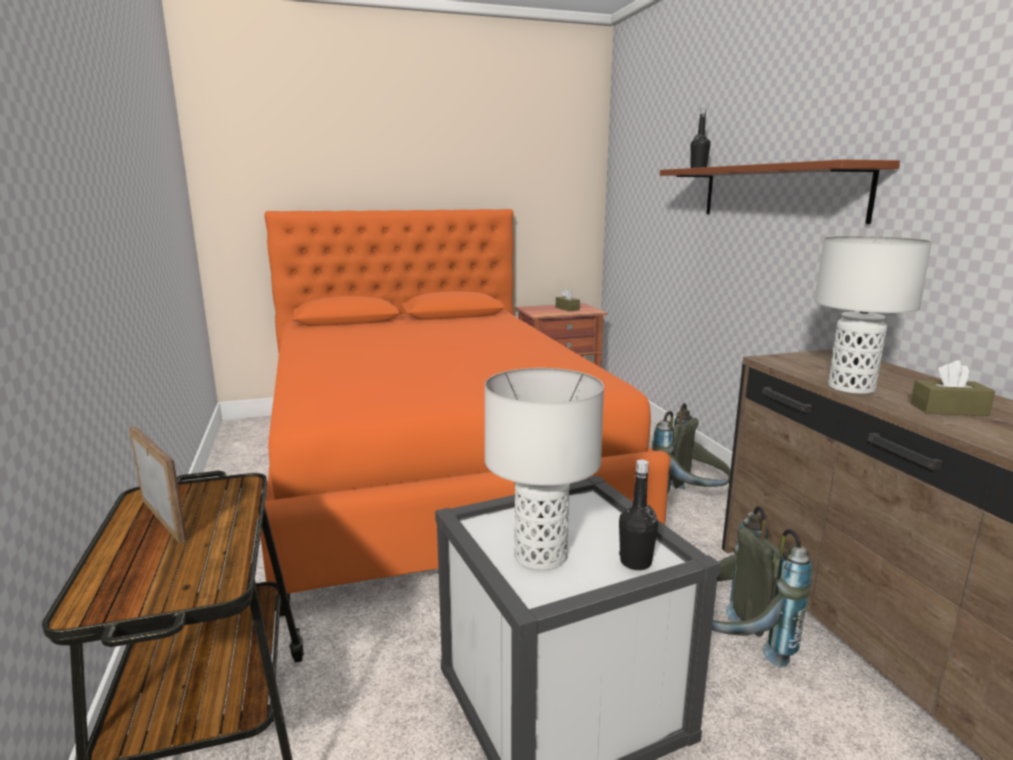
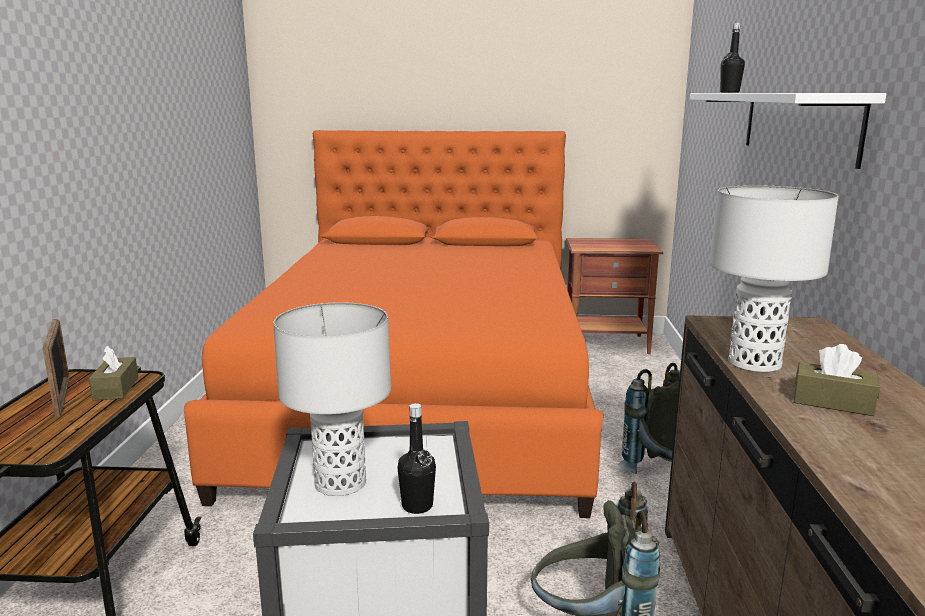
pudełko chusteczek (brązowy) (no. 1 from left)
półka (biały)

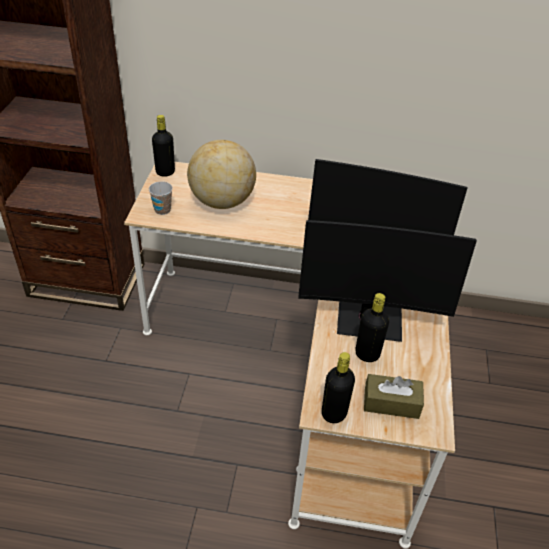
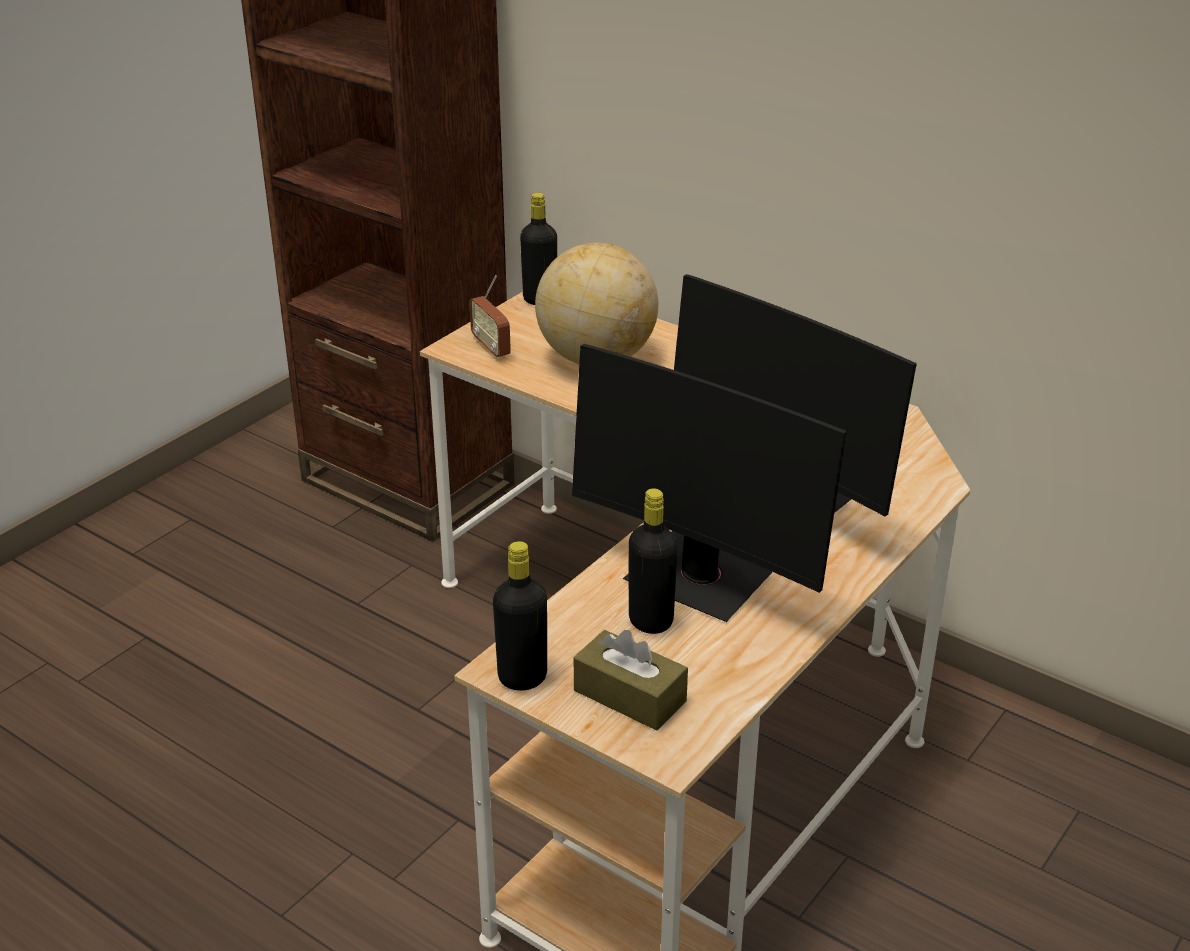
radio

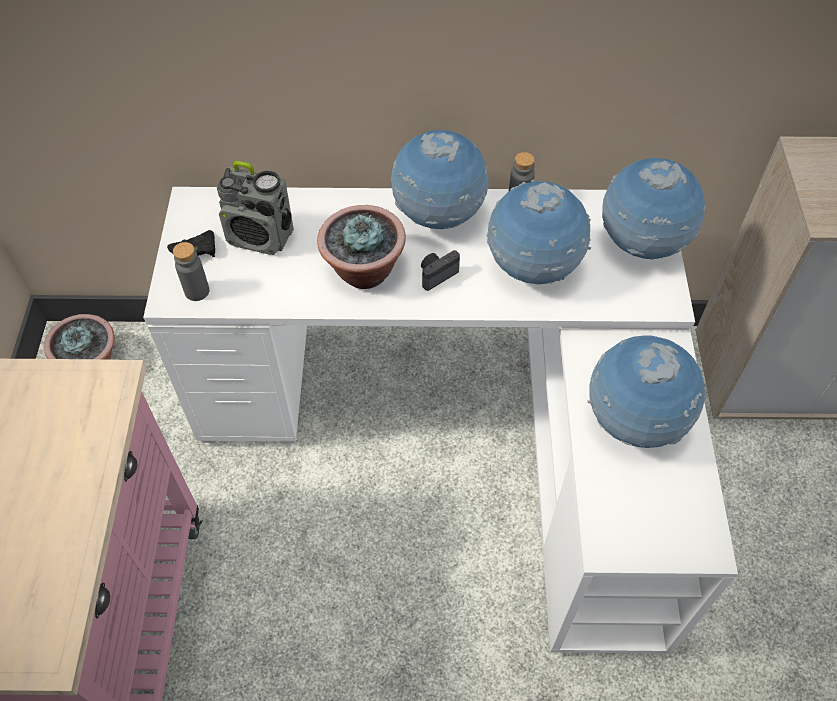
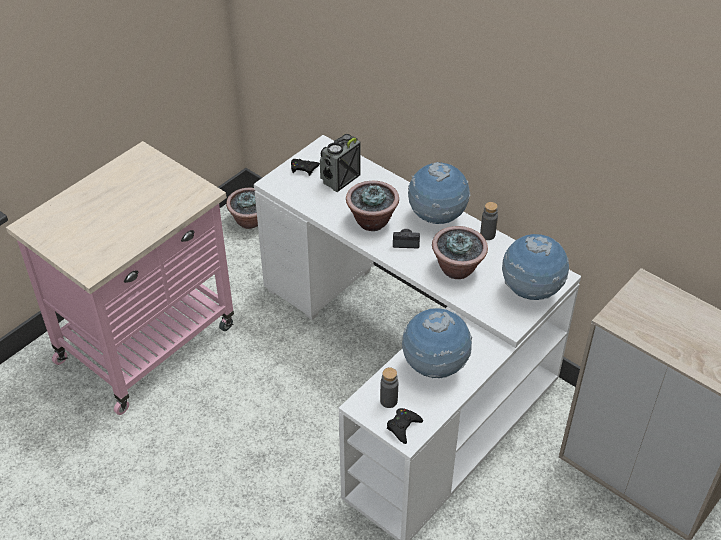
butelka (szary) (no. 1 from left)
radio
roślina doniczkowa (no. 3 from left)
pad do gier (czarny) (no. 2 from left)

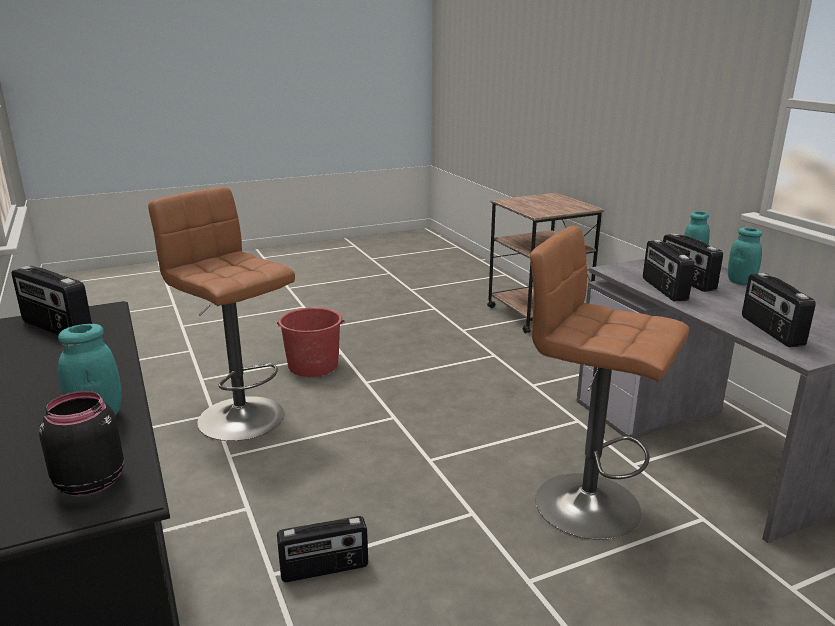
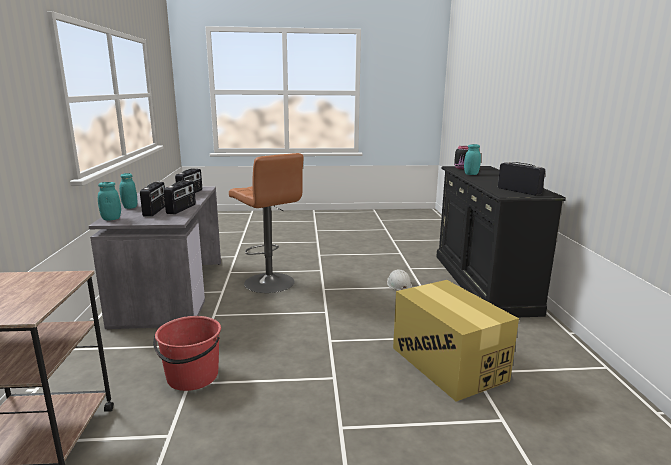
karton
wiadro (czerwony)
kask (biały)

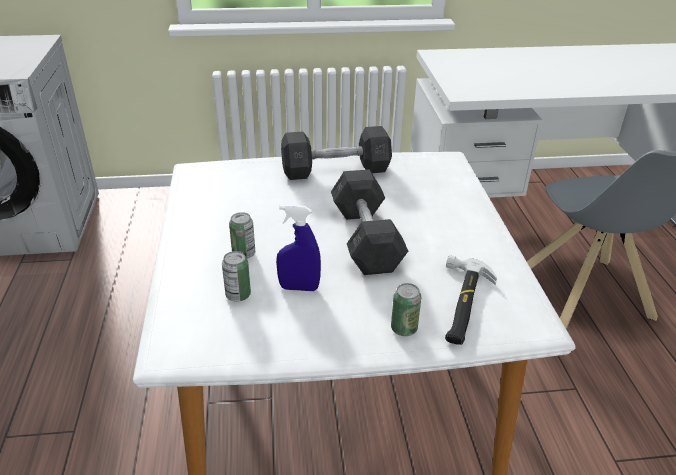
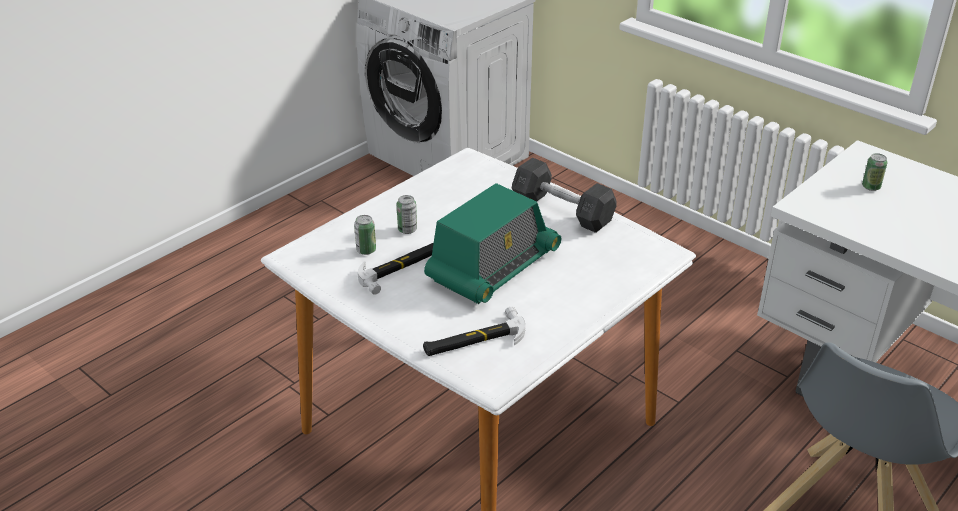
młotek (no. 1 from left)
radio
puszka (no. 3 from left)

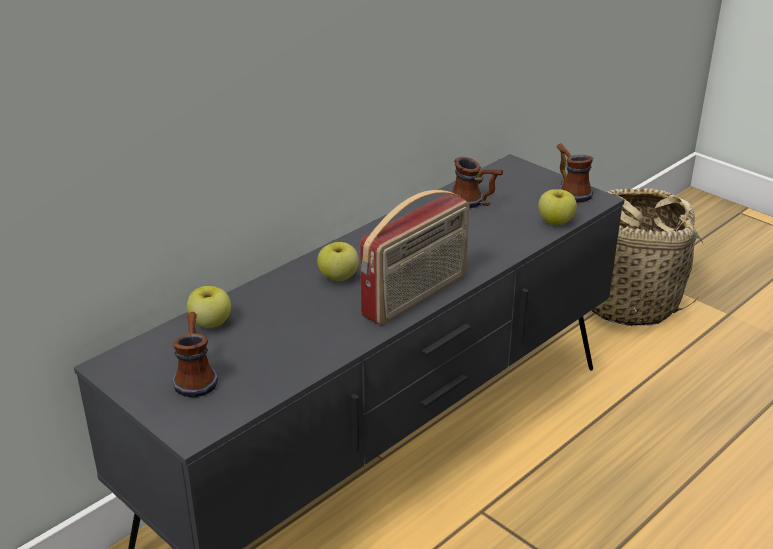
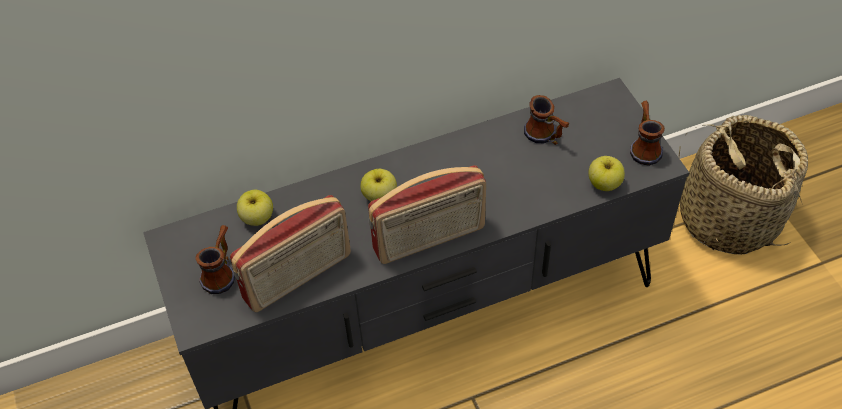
radio (no. 1 from left)

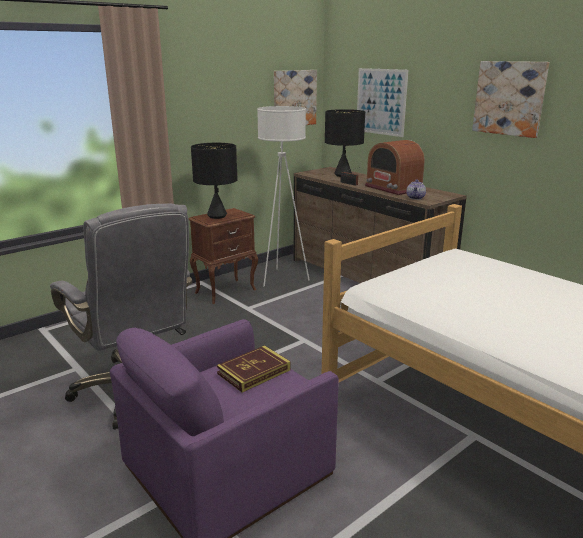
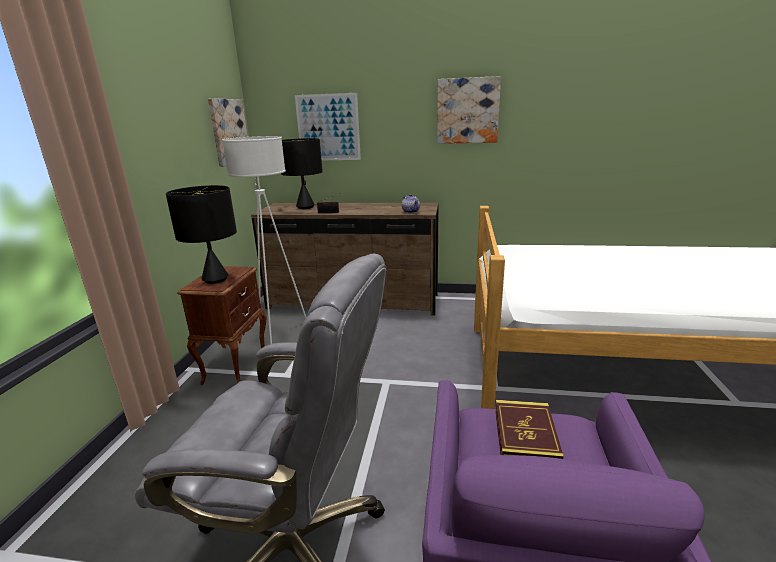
radio (no. 2 from left in the first image)

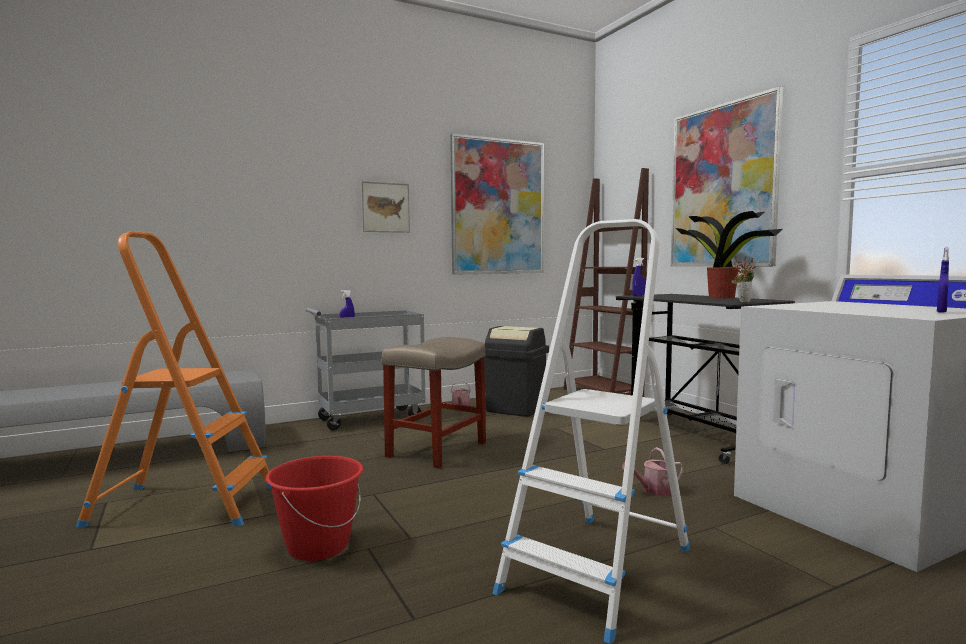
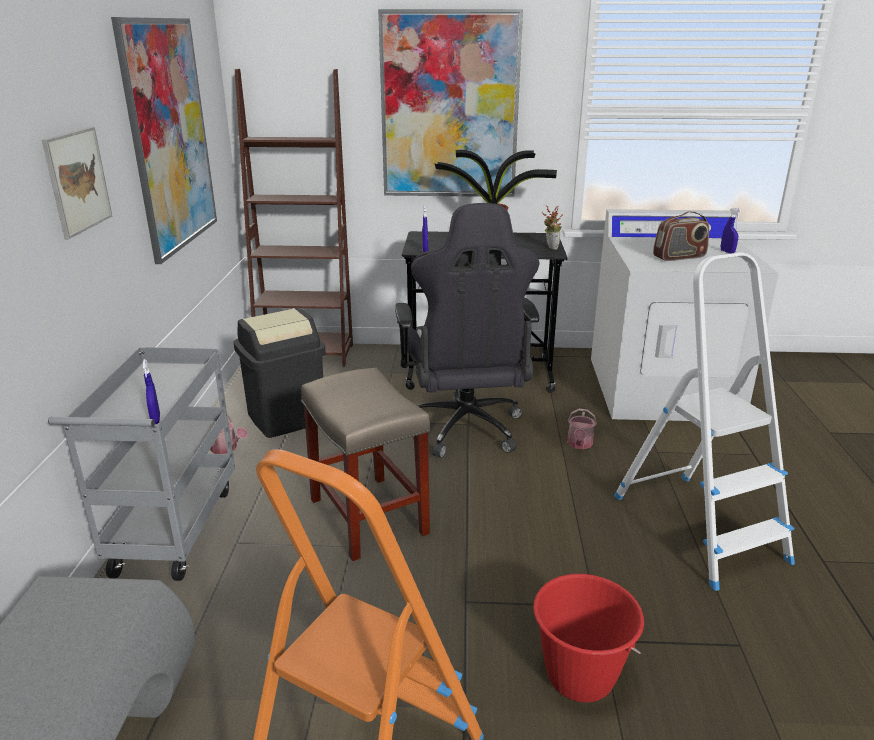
krzesło biurowe (czarny)
radio

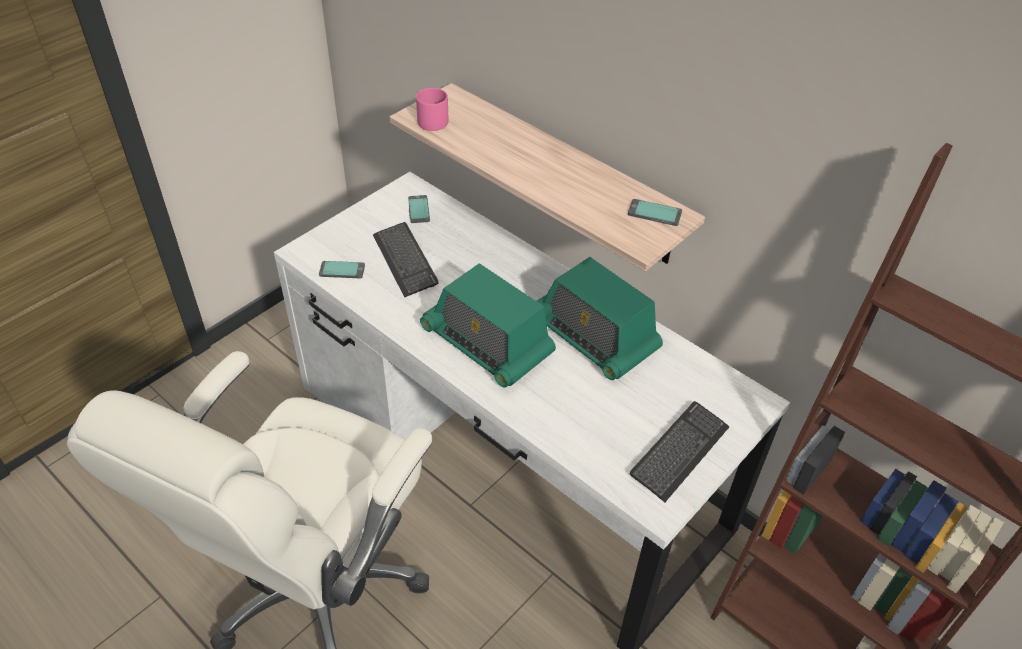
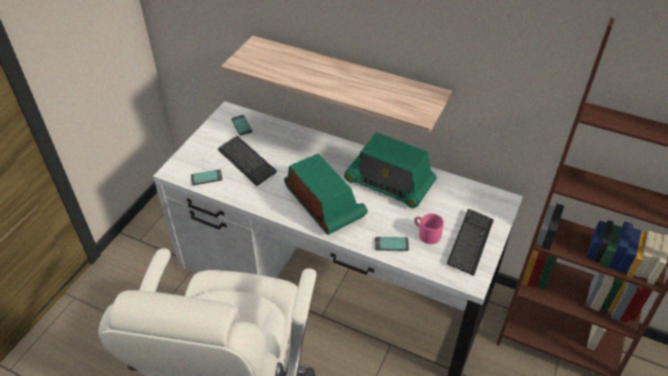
kubek (różowy)
radio (no. 1 from left)
telefon (no. 3 from left)

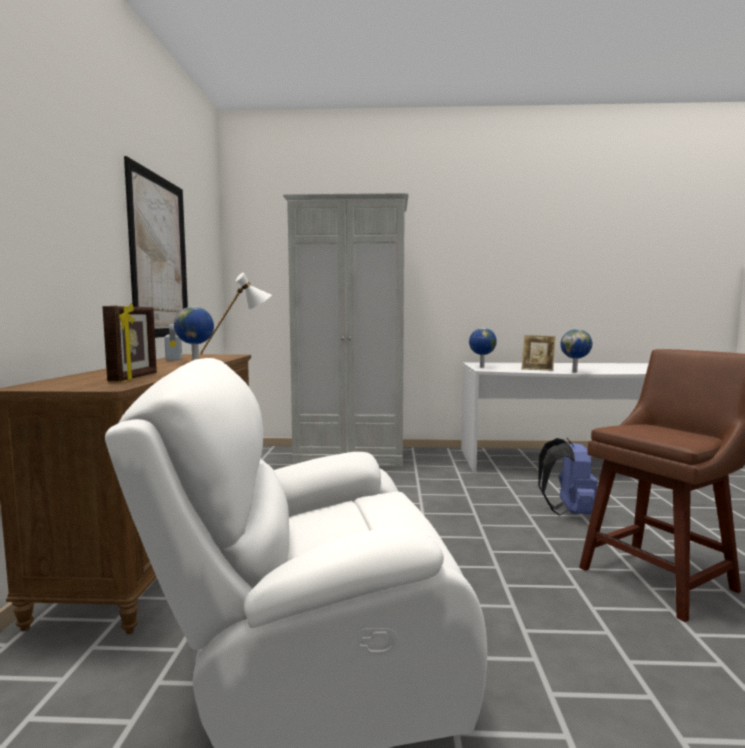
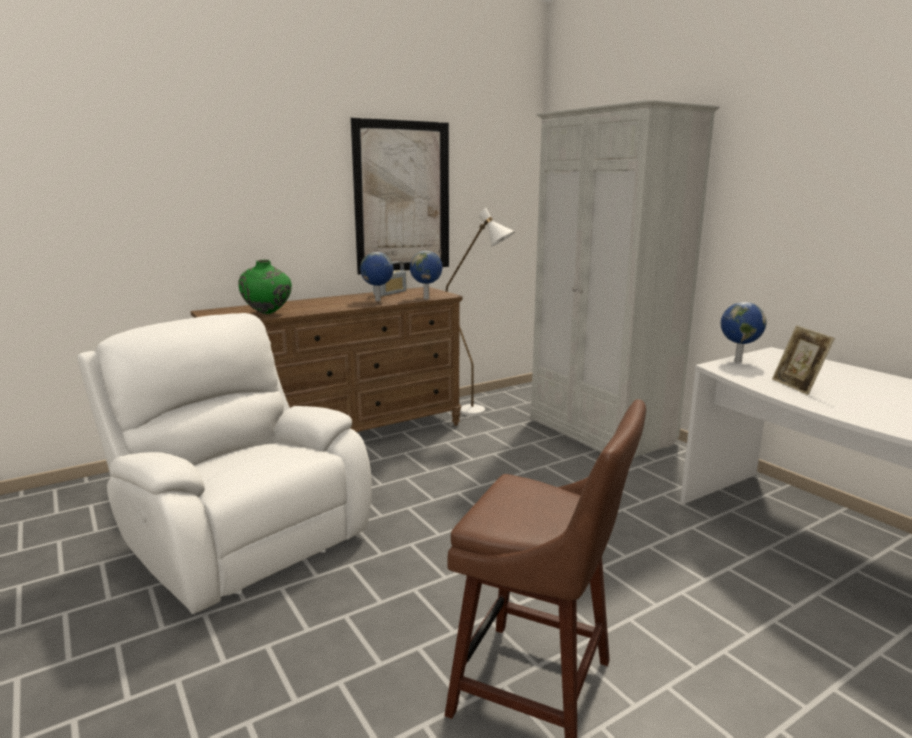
wazon (zielony)
plecak (niebieski)
globus (no. 2 from left)

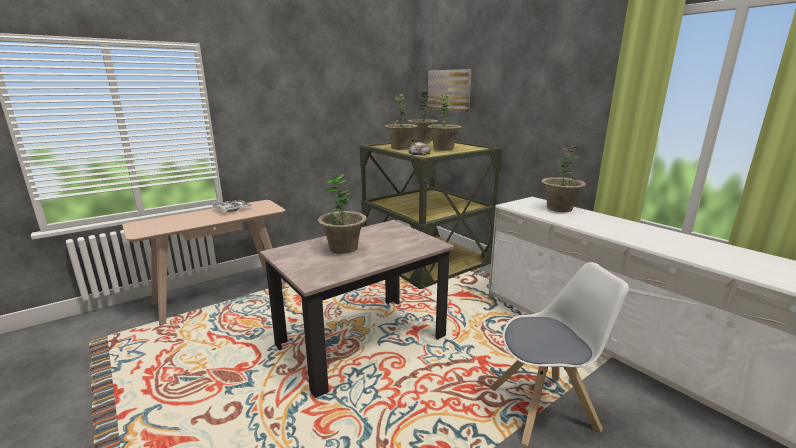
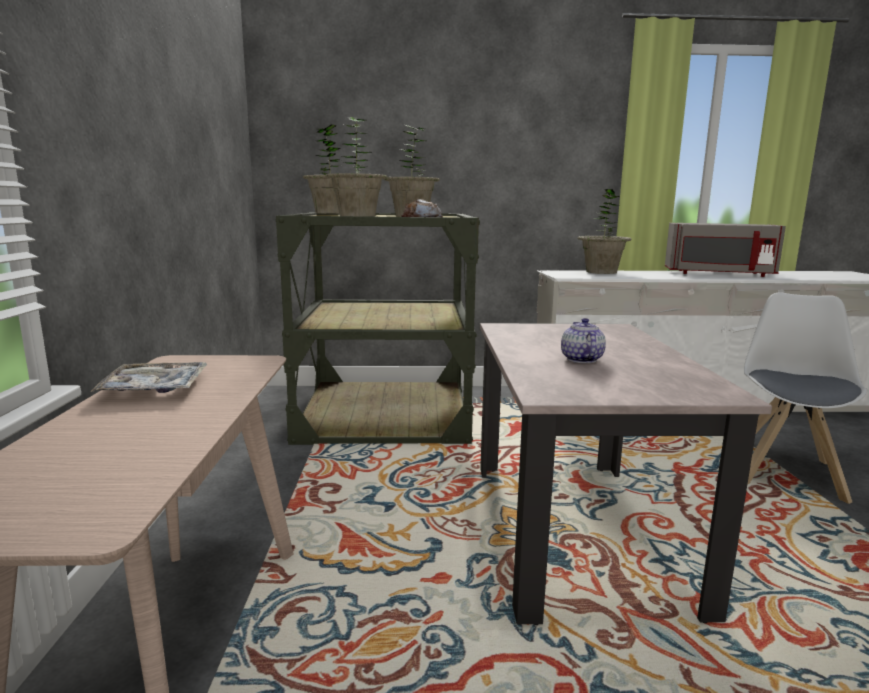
imbryk
obraz
mikrofalówka (szary)

